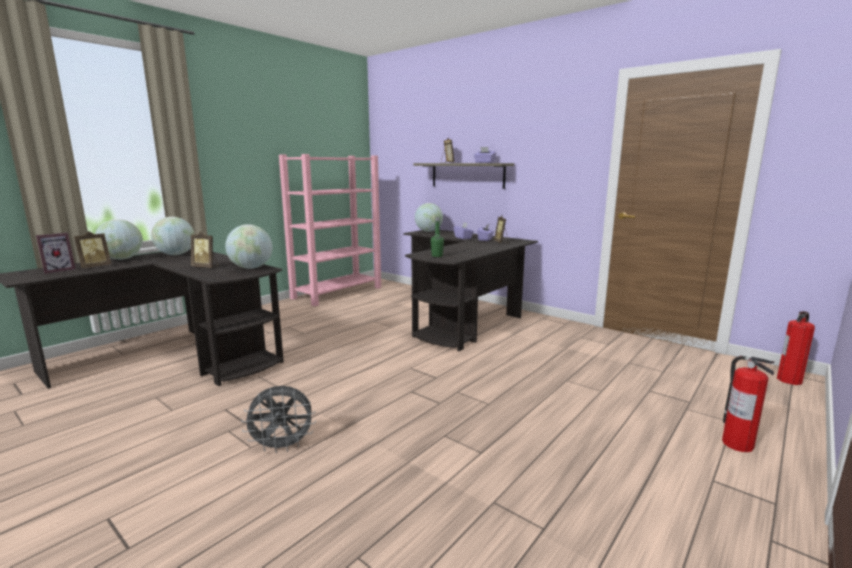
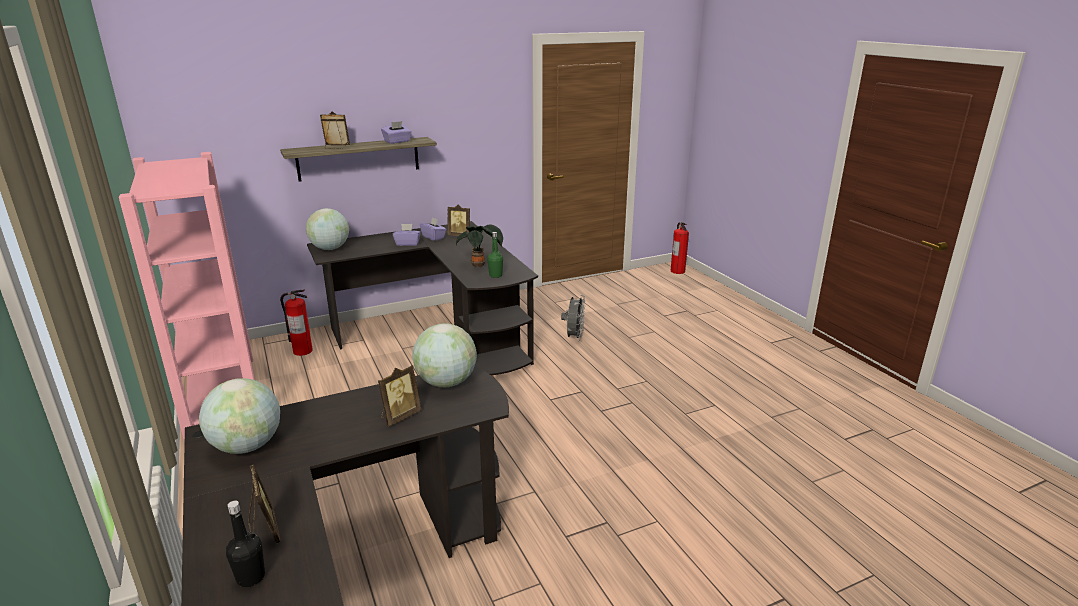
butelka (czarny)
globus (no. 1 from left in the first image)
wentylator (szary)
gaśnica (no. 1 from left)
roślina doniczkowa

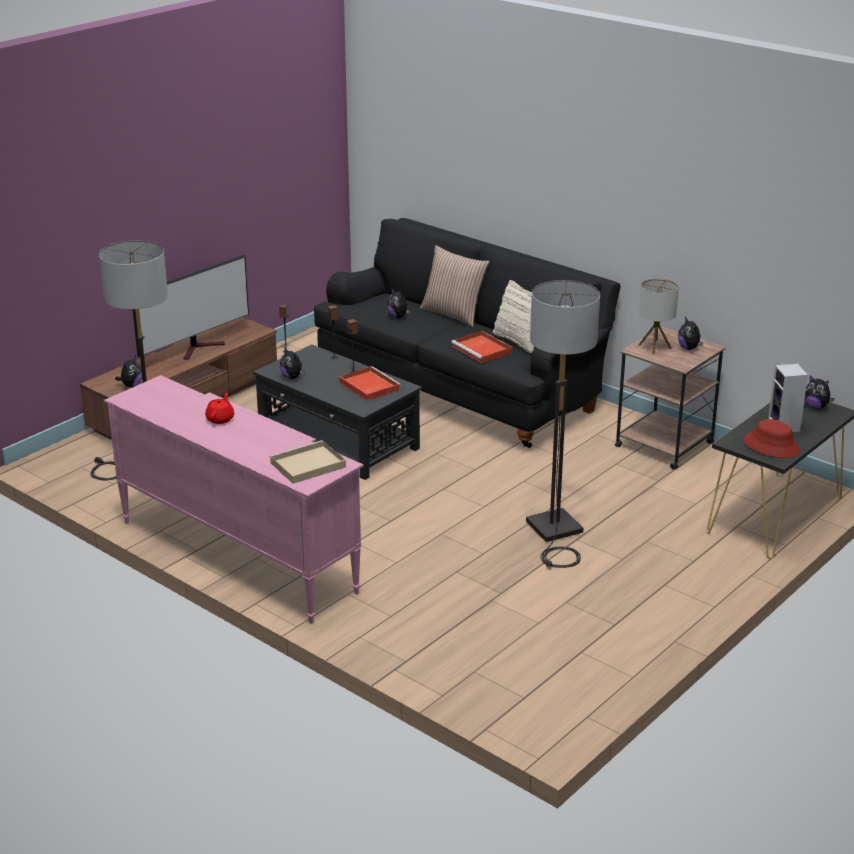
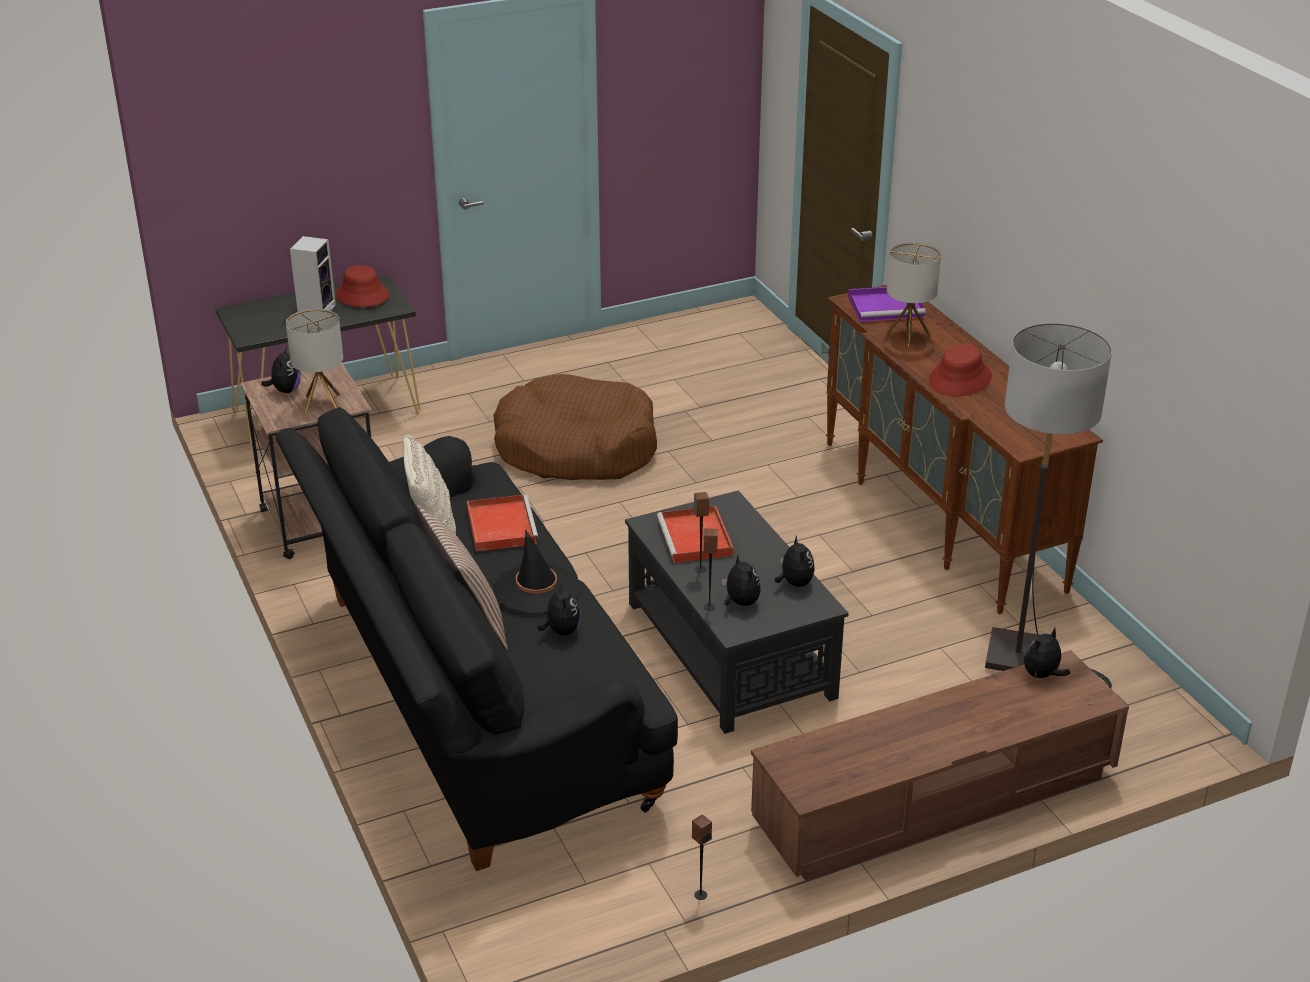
szafka (brązowy)
telewizor
kapelusz (czerwony) (no. 2 from left)
taca (fioletowy)
legowisko (brązowy)
pluszak (no. 3 from left)
kapelusz (czarny)
lampa stołowa (no. 2 from left)

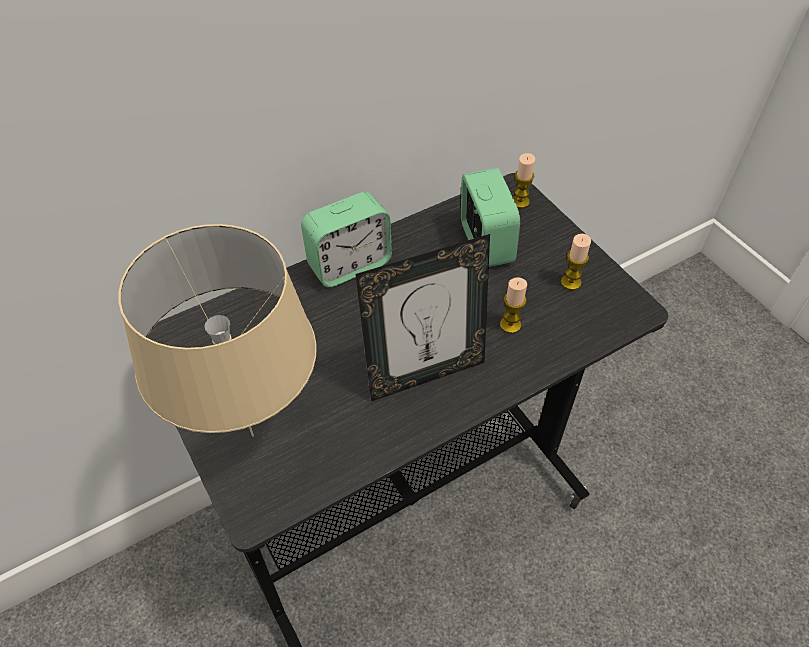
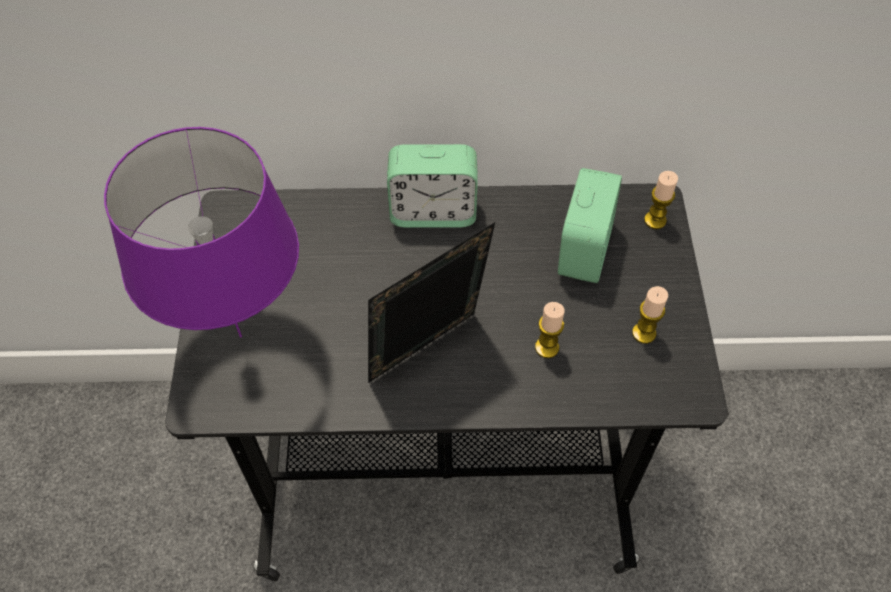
lampa stołowa (fioletowy)
ramka na zdjęcie

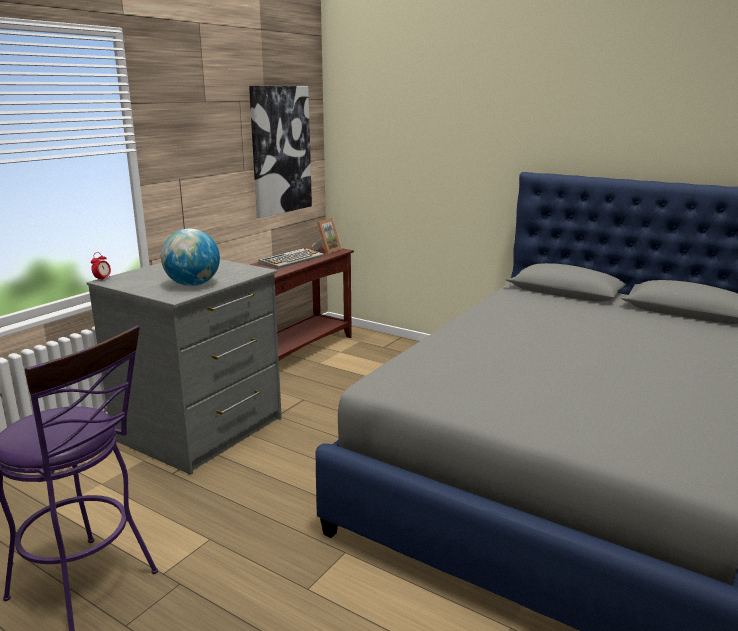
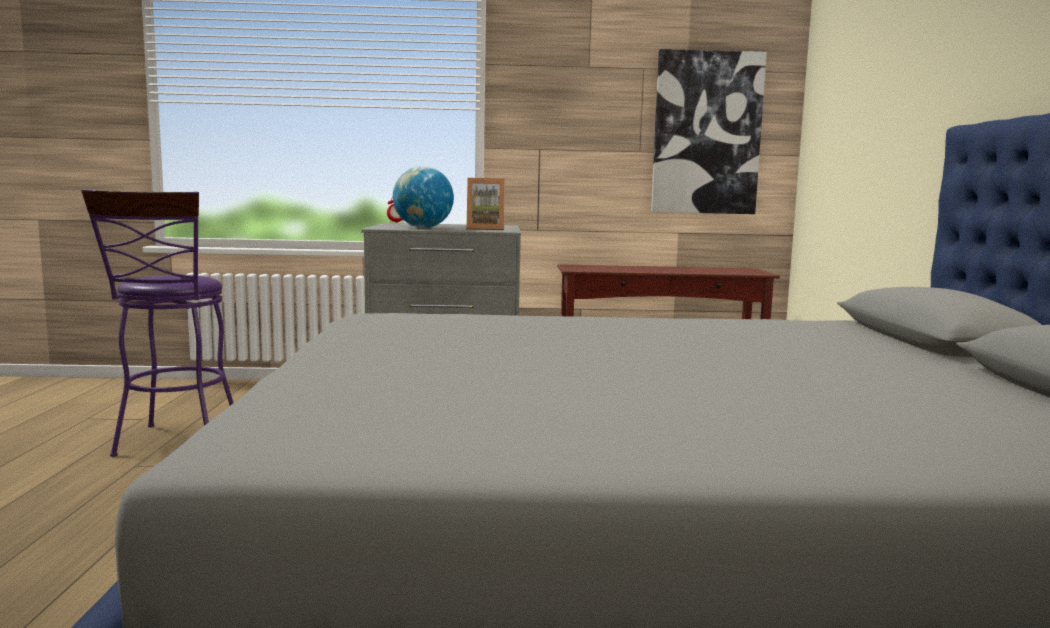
klawiatura
ramka na zdjęcie

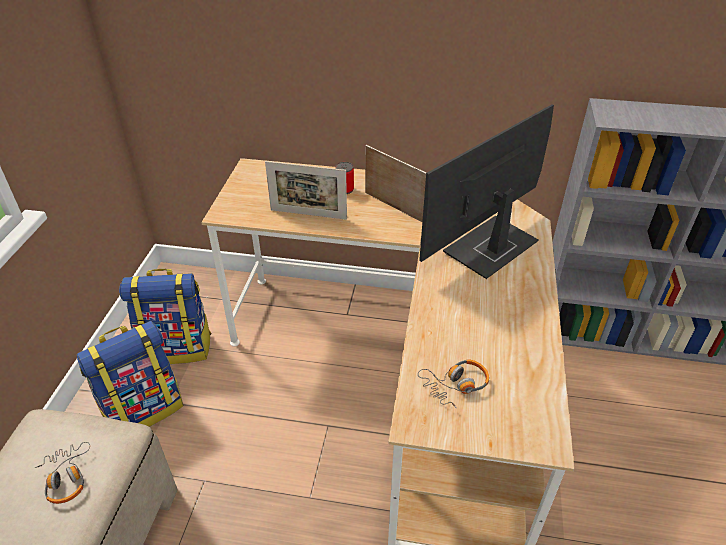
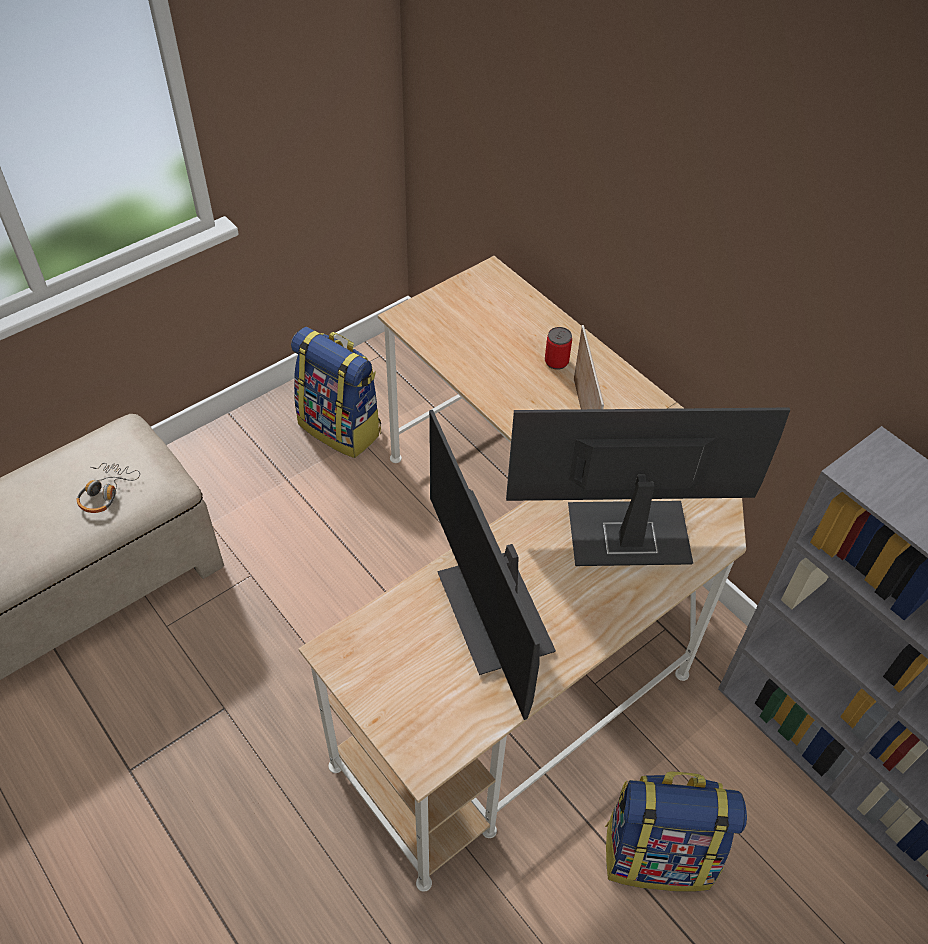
plecak (no. 2 from left)
ramka na zdjęcie (no. 1 from left in the first image)
słuchawki (no. 2 from left in the first image)
monitor (no. 1 from left)

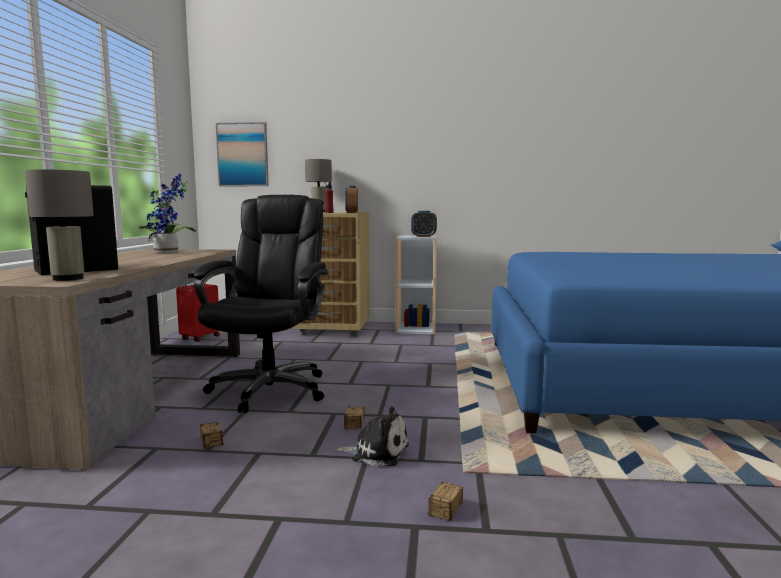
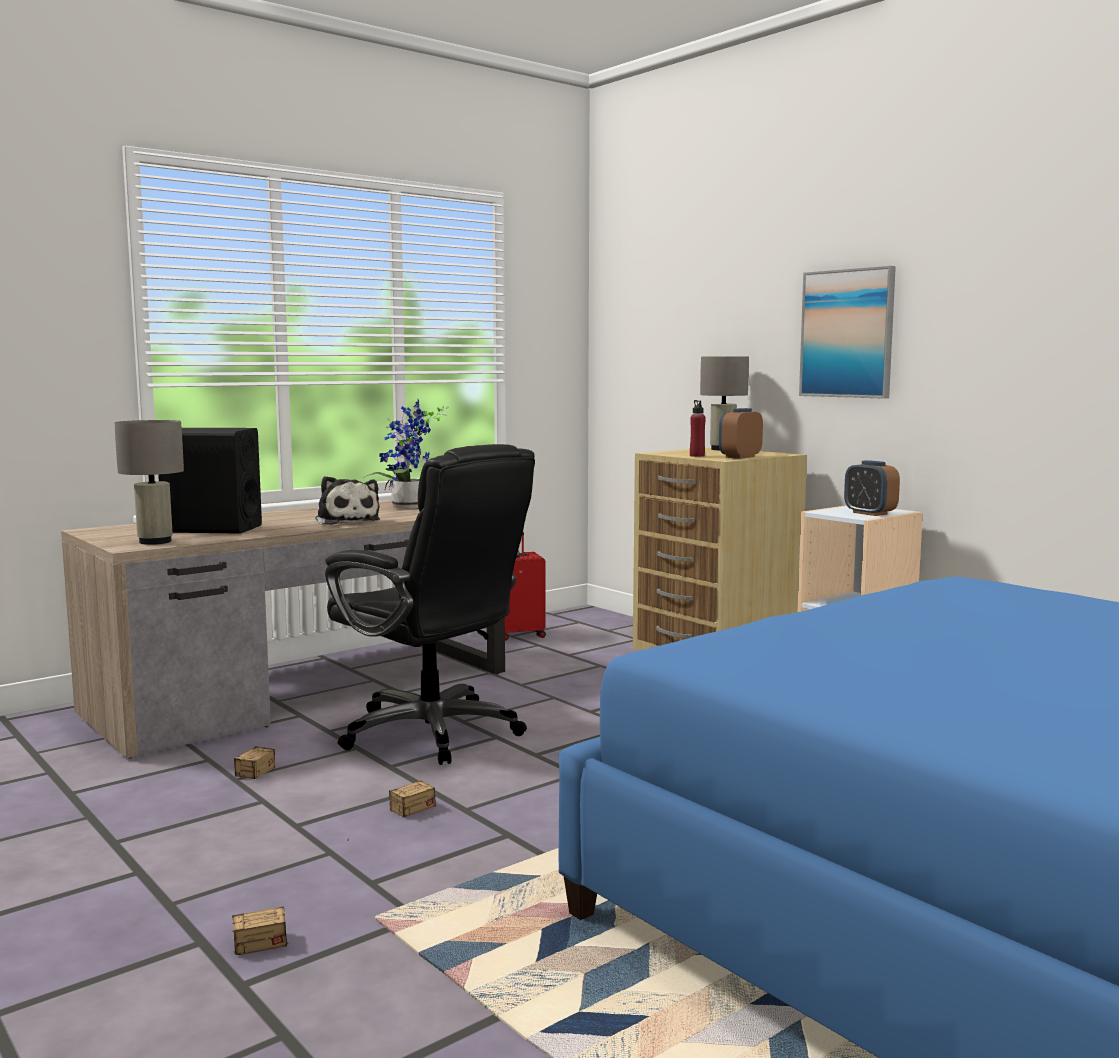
krzesło biurowe (czarny)
obraz
pluszak

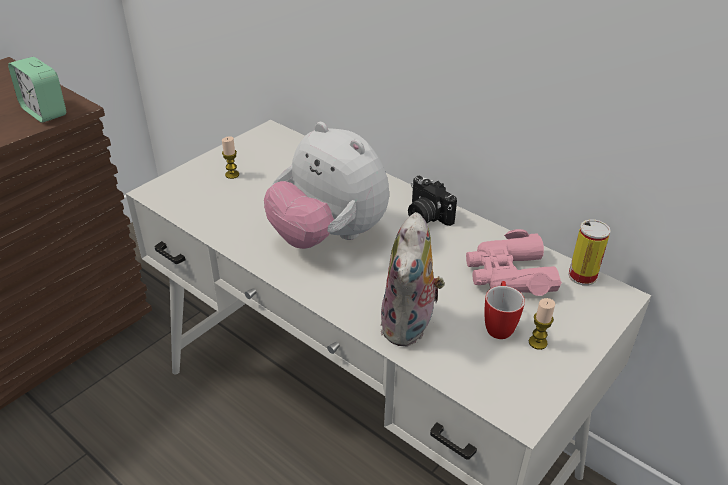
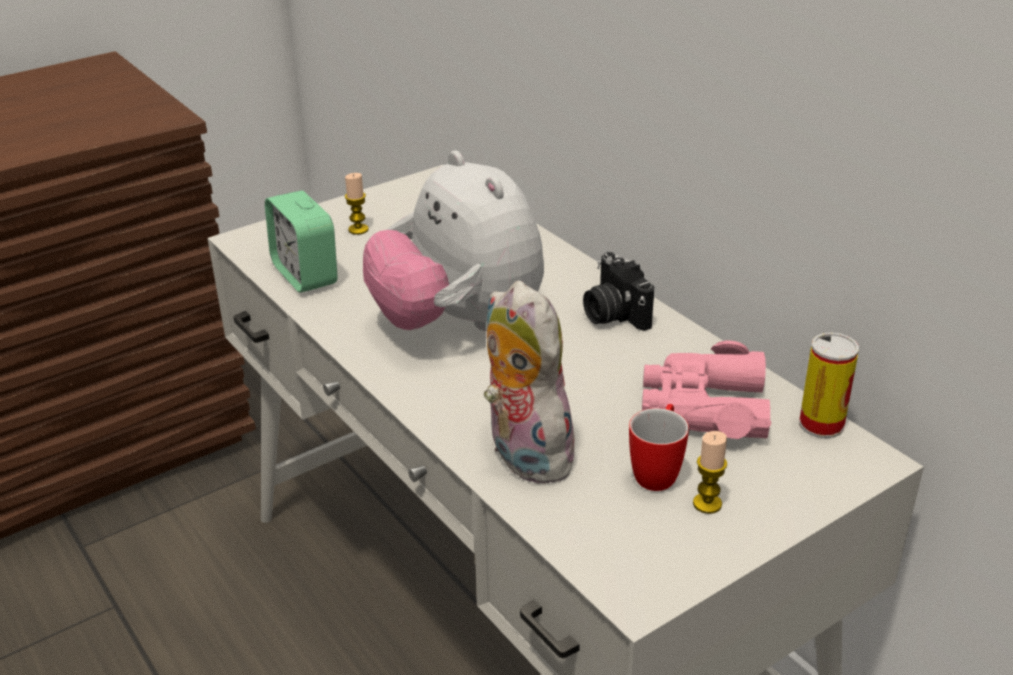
budzik
pluszak (no. 2 from left)

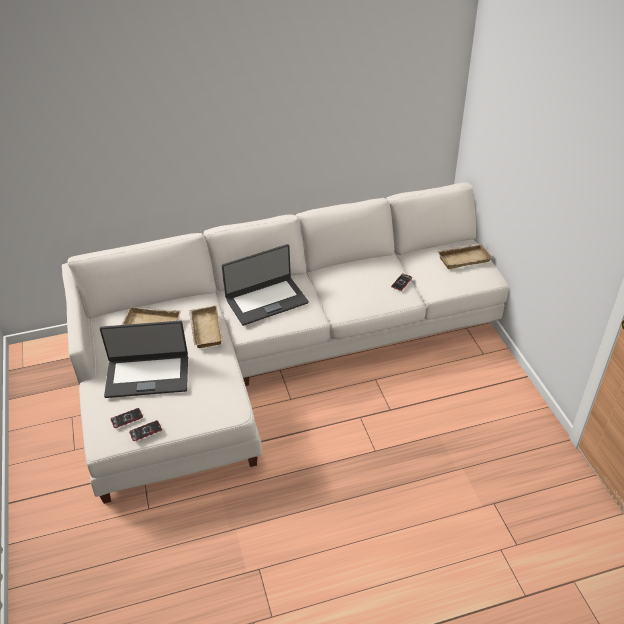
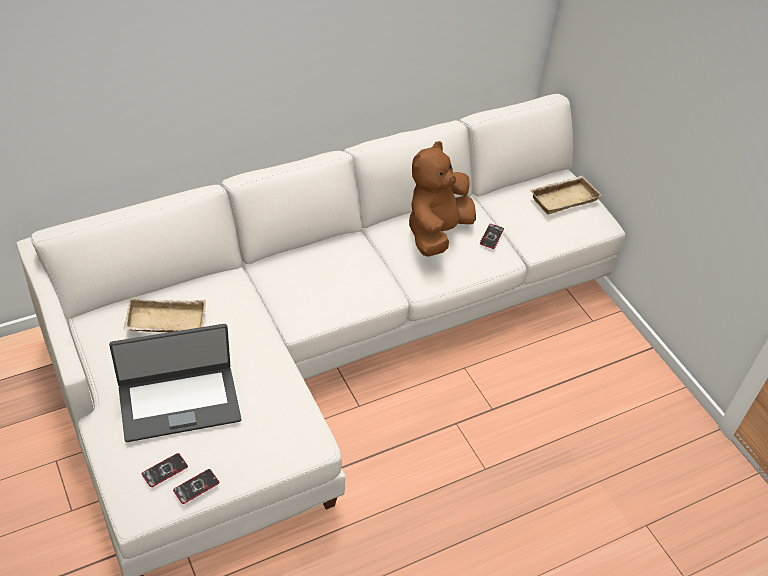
taca (beżowy) (no. 2 from left in the first image)
laptop (no. 2 from left in the first image)
pluszak (brązowy)

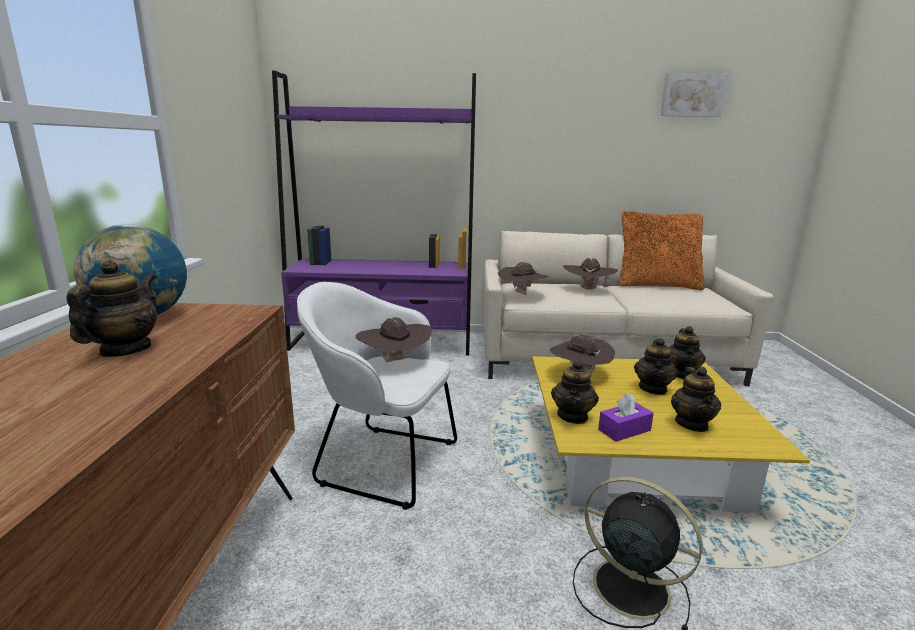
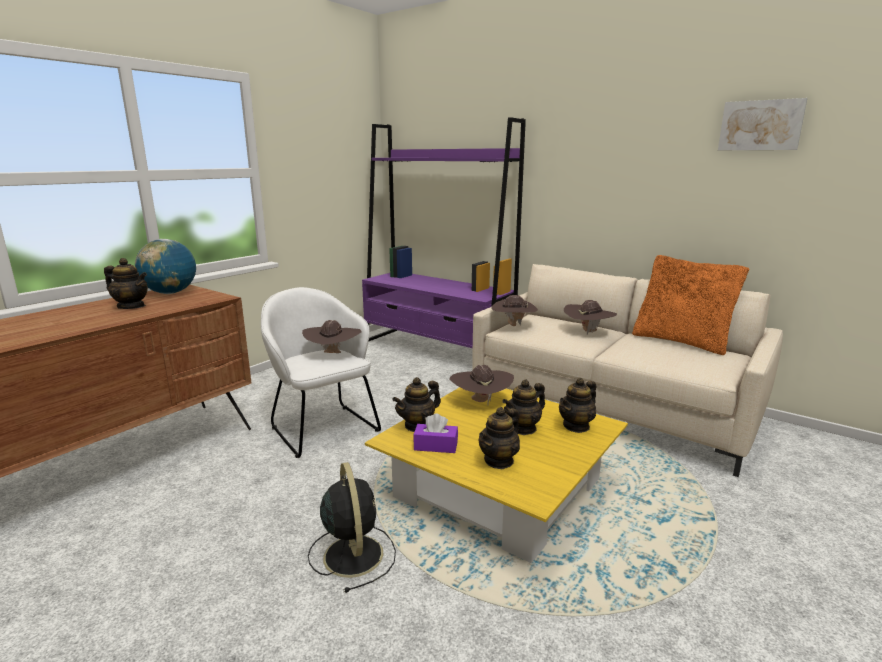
imbryk (no. 1 from left)

